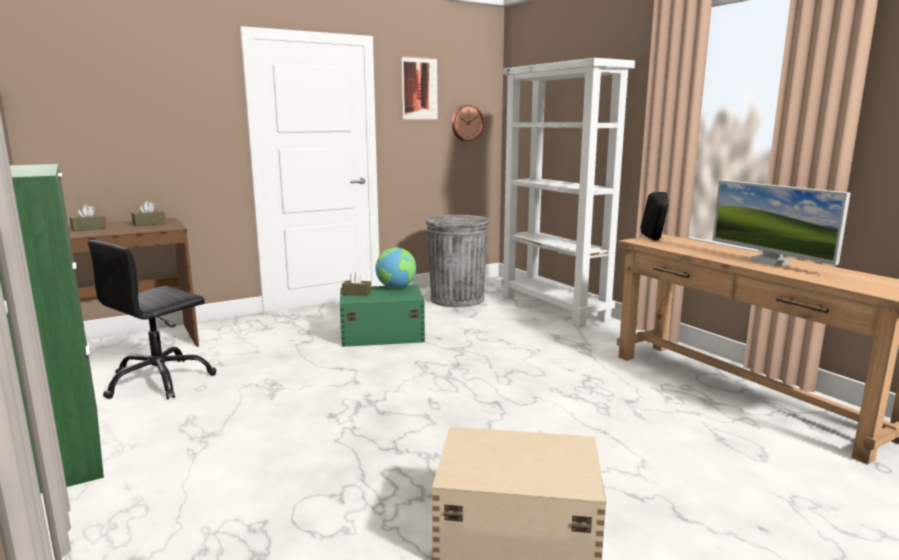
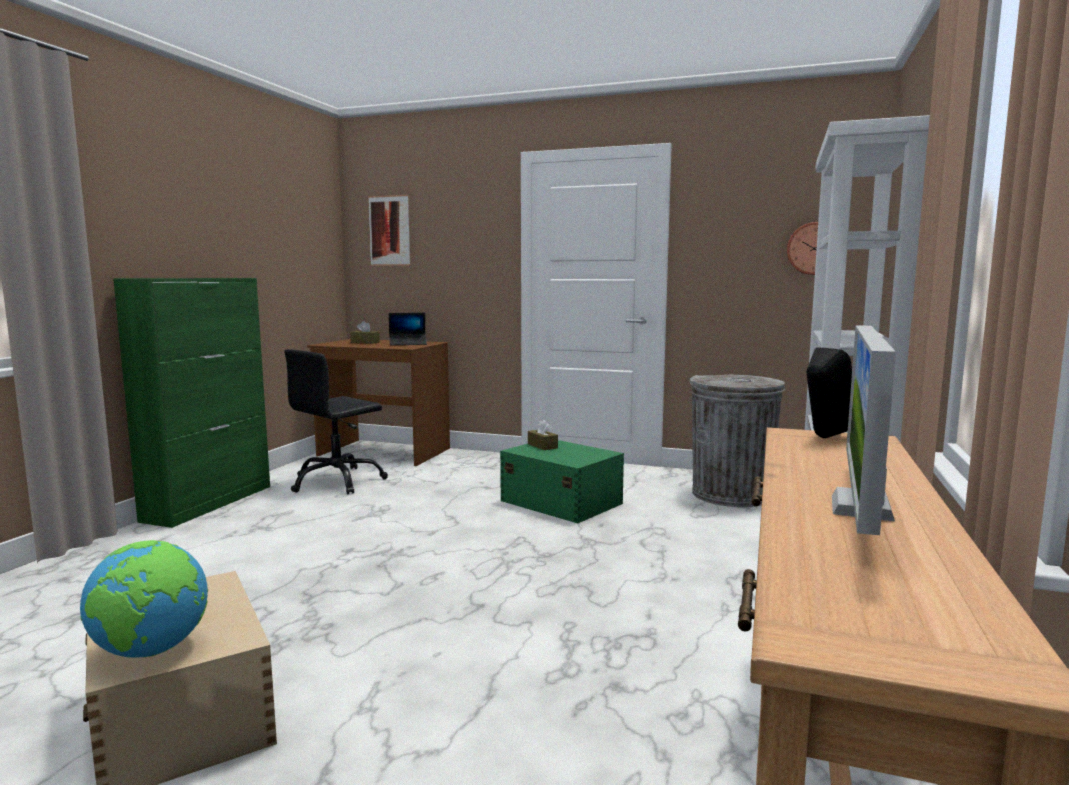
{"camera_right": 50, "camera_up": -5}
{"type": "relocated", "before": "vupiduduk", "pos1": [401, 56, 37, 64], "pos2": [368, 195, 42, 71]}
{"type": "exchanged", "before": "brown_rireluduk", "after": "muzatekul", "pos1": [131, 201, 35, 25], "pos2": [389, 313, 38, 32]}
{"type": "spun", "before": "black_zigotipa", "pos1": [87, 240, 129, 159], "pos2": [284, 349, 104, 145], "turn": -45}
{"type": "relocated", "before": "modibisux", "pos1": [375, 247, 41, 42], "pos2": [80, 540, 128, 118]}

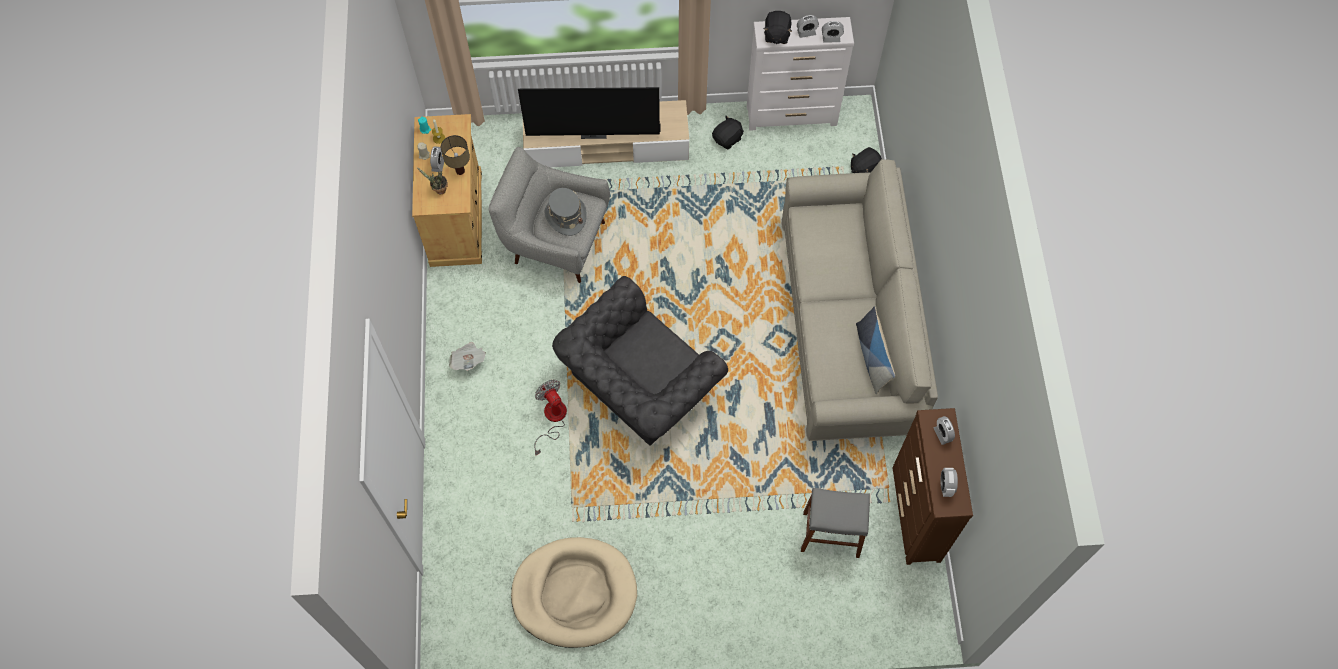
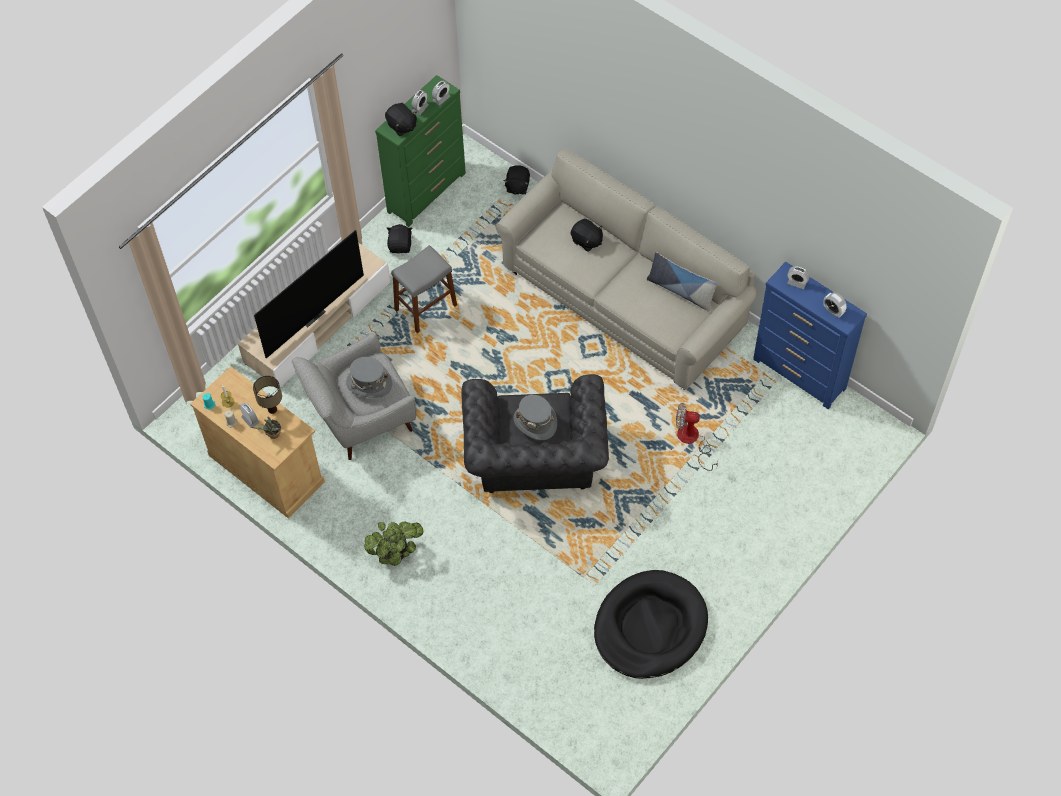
{"camera_right": -45, "camera_up": -5}
{"type": "colour", "before": "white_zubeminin", "after": "green_zubeminin", "pos1": [747, 17, 107, 114], "pos2": [375, 75, 91, 152]}
{"type": "exchanged", "before": "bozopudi", "after": "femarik", "pos1": [449, 342, 37, 29], "pos2": [364, 521, 59, 45]}
{"type": "relocated", "before": "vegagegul", "pos1": [535, 380, 32, 75], "pos2": [676, 403, 42, 68]}
{"type": "colour", "before": "brown_zubeminin", "after": "blue_zubeminin", "pos1": [892, 408, 81, 157], "pos2": [753, 262, 114, 147]}
{"type": "relocated", "before": "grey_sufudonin", "pos1": [801, 488, 69, 70], "pos2": [391, 245, 66, 88]}
{"type": "colour", "before": "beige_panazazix", "after": "black_panazazix", "pos1": [511, 537, 126, 111], "pos2": [594, 570, 114, 109]}
{"type": "appeared", "after": "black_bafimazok", "pos2": [571, 219, 32, 33]}
{"type": "appeared", "after": "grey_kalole", "pos2": [514, 395, 43, 45]}

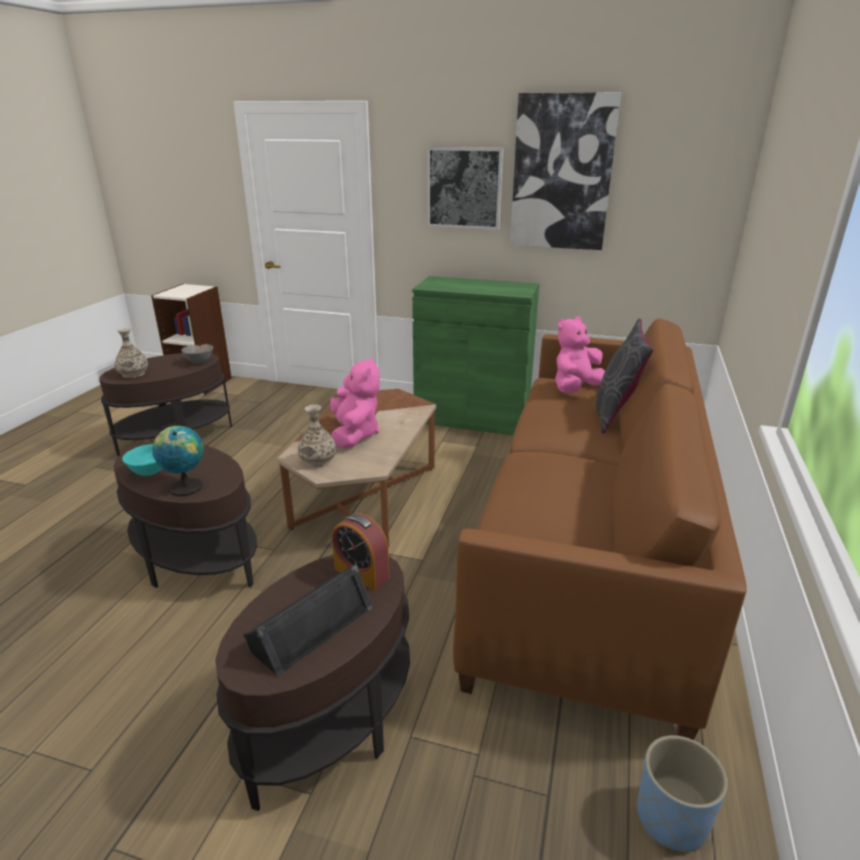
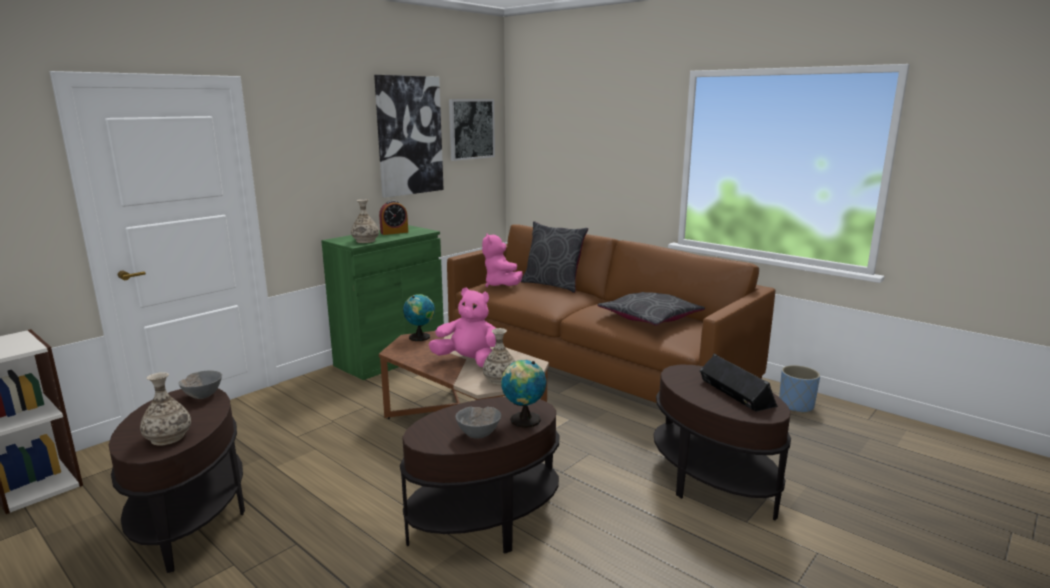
{"camera_right": -65, "camera_up": -10}
{"type": "relocated", "before": "vupiduduk", "pos1": [427, 147, 76, 83], "pos2": [449, 99, 46, 62]}
{"type": "colour", "before": "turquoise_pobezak", "after": "grey_pobezak", "pos1": [122, 444, 40, 32], "pos2": [456, 407, 45, 32]}
{"type": "relocated", "before": "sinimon", "pos1": [332, 513, 57, 77], "pos2": [379, 200, 29, 35]}
{"type": "appeared", "after": "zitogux", "pos2": [351, 199, 28, 44]}
{"type": "appeared", "after": "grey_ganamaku", "pos2": [597, 292, 108, 33]}
{"type": "appeared", "after": "modibisux", "pos2": [403, 294, 32, 47]}

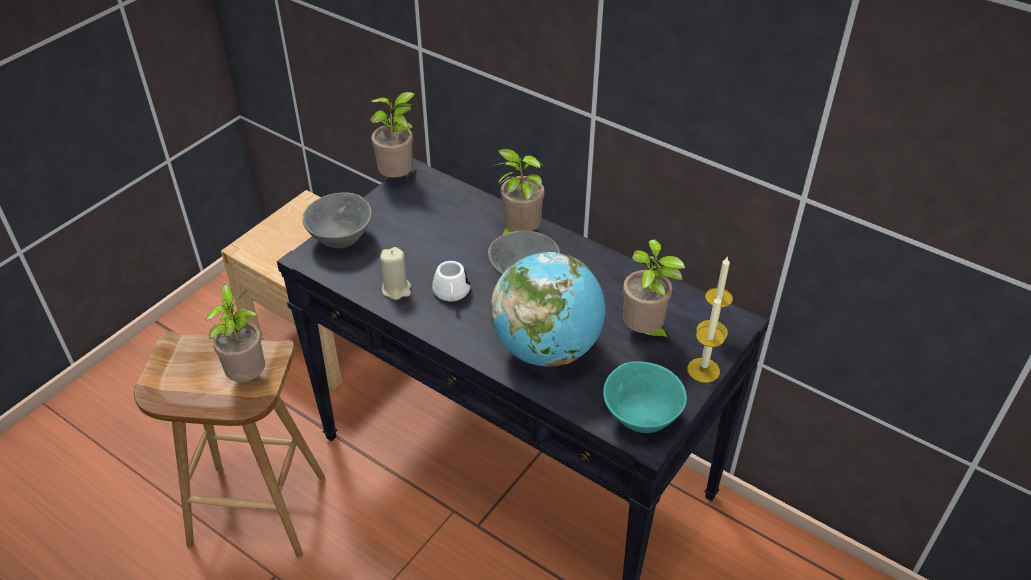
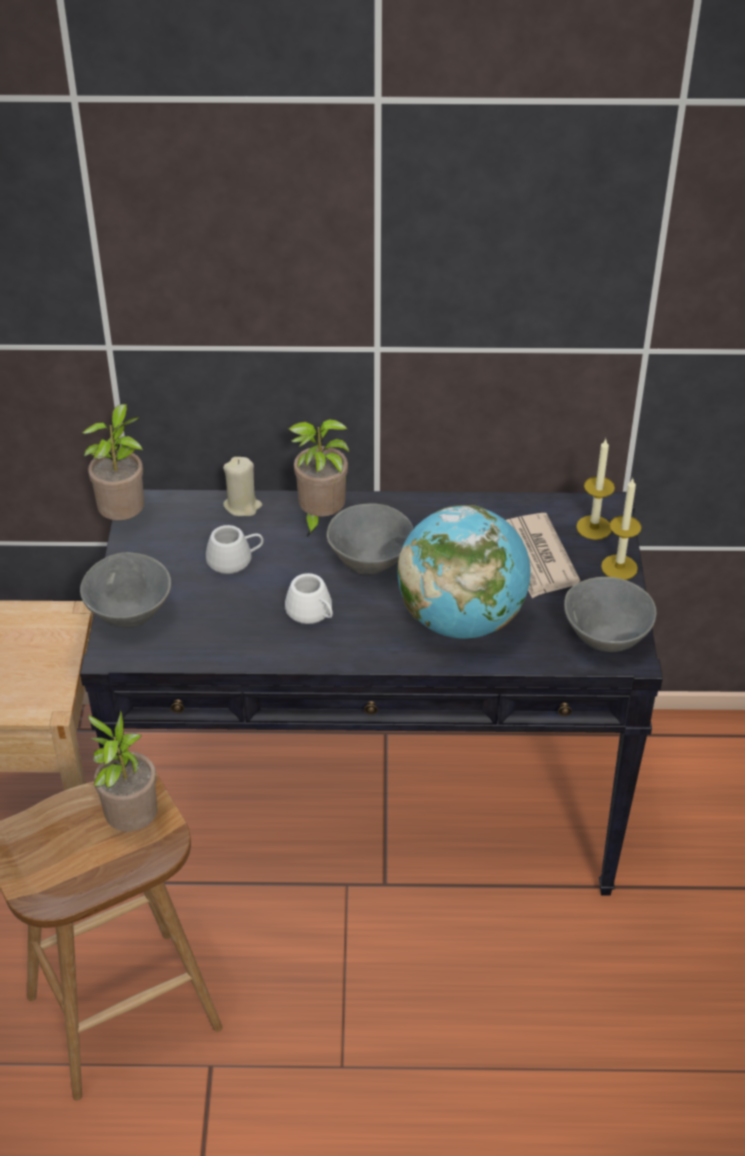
{"camera_right": -35, "camera_up": 0}
{"type": "exchanged", "before": "femarik", "after": "bozopudi", "pos1": [623, 239, 62, 103], "pos2": [506, 513, 74, 85]}
{"type": "relocated", "before": "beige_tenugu", "pos1": [380, 247, 31, 53], "pos2": [223, 457, 39, 59]}
{"type": "colour", "before": "turquoise_pobezak", "after": "grey_pobezak", "pos1": [603, 361, 84, 72], "pos2": [564, 577, 92, 75]}
{"type": "appeared", "after": "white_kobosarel", "pos2": [206, 525, 58, 49]}

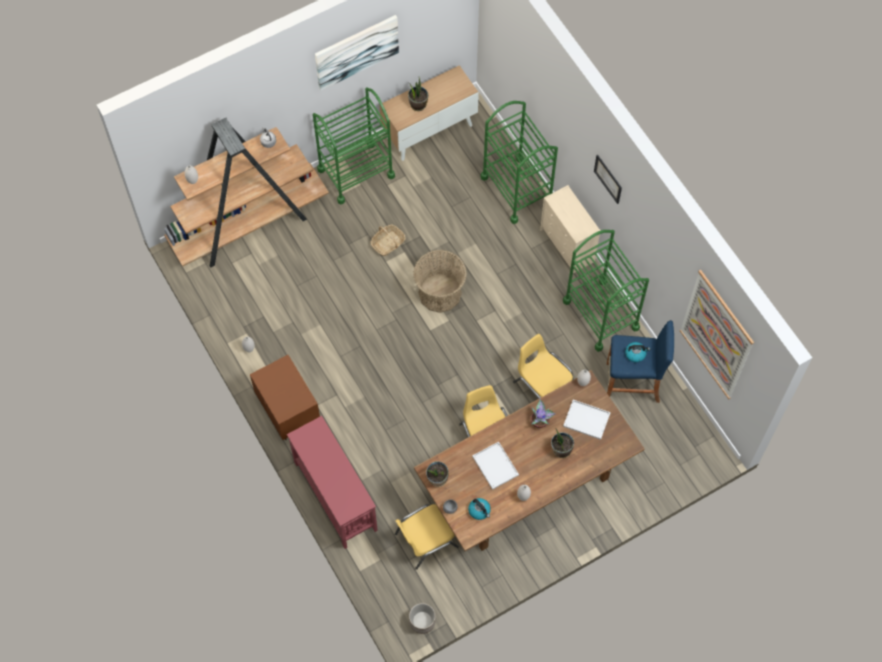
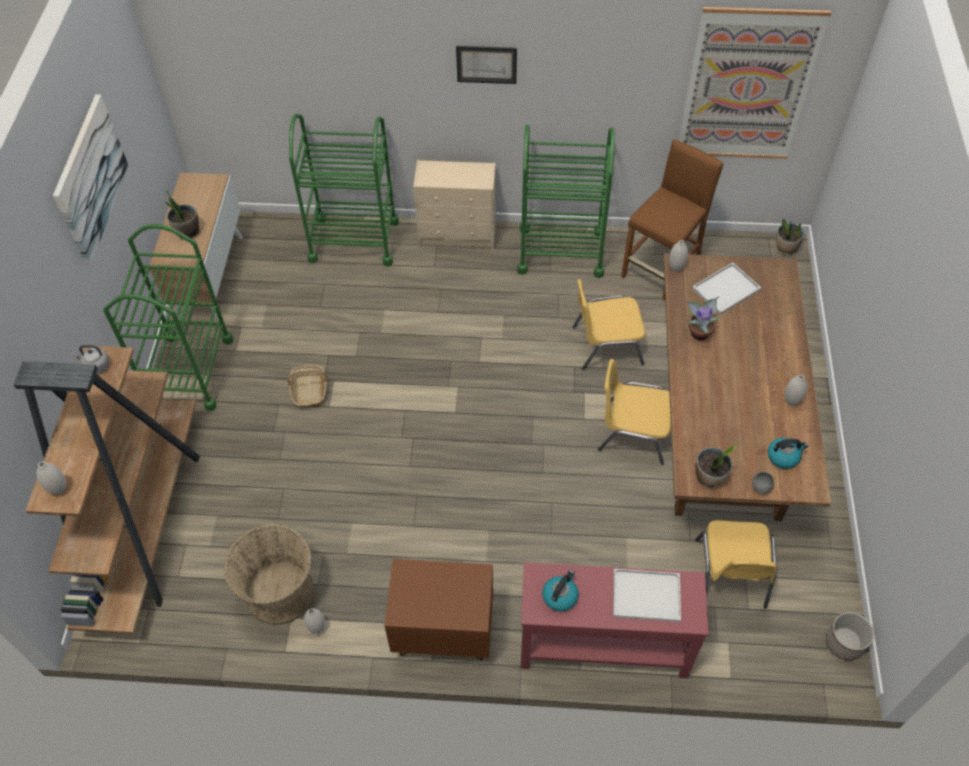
{"camera_right": -55, "camera_up": -10}
{"type": "relocated", "before": "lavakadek", "pos1": [413, 250, 54, 63], "pos2": [224, 524, 90, 101]}
{"type": "colour", "before": "blue_sufudonin", "after": "brown_sufudonin", "pos1": [607, 320, 67, 83], "pos2": [621, 139, 102, 162]}
{"type": "relocated", "before": "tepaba", "pos1": [625, 342, 25, 20], "pos2": [542, 570, 37, 42]}
{"type": "relocated", "before": "femarik", "pos1": [551, 428, 23, 30], "pos2": [776, 219, 28, 36]}
{"type": "relocated", "before": "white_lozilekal", "pos1": [472, 442, 47, 48], "pos2": [613, 569, 68, 53]}

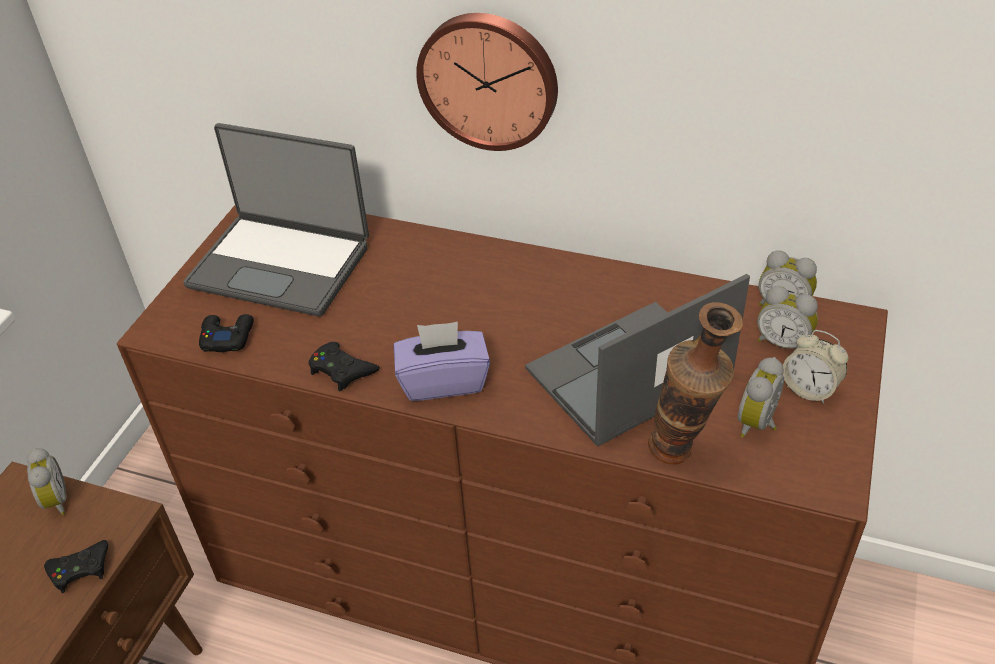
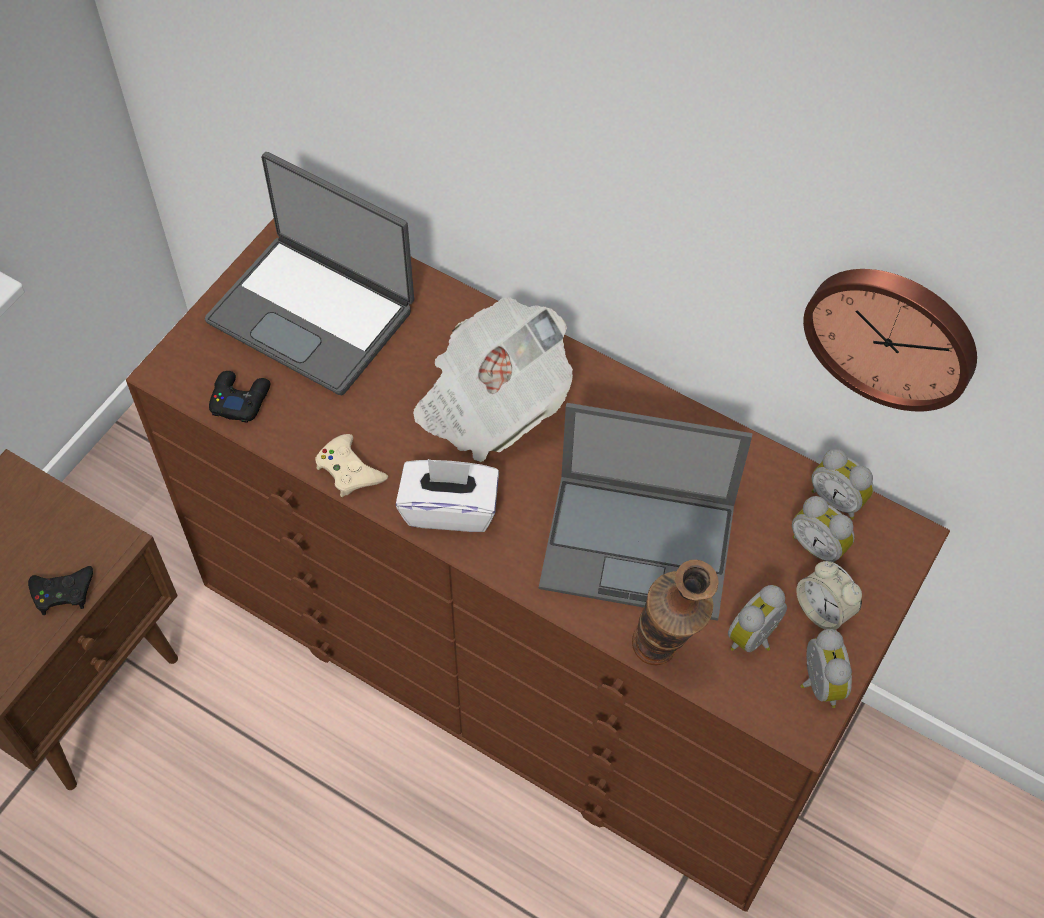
{"camera_right": 10, "camera_up": 15}
{"type": "relocated", "before": "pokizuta", "pos1": [416, 13, 142, 138], "pos2": [803, 269, 174, 143]}
{"type": "spun", "before": "muzatekul", "pos1": [525, 274, 225, 173], "pos2": [539, 403, 213, 218], "turn": -150}
{"type": "colour", "before": "purple_rireluduk", "after": "white_rireluduk", "pos1": [394, 322, 96, 79], "pos2": [396, 459, 103, 73]}
{"type": "colour", "before": "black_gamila", "after": "beige_gamila", "pos1": [308, 342, 72, 49], "pos2": [315, 434, 73, 63]}
{"type": "relocated", "before": "sinimon", "pos1": [27, 448, 40, 67], "pos2": [800, 629, 52, 79]}
{"type": "appeared", "after": "bozopudi", "pos2": [413, 297, 160, 165]}

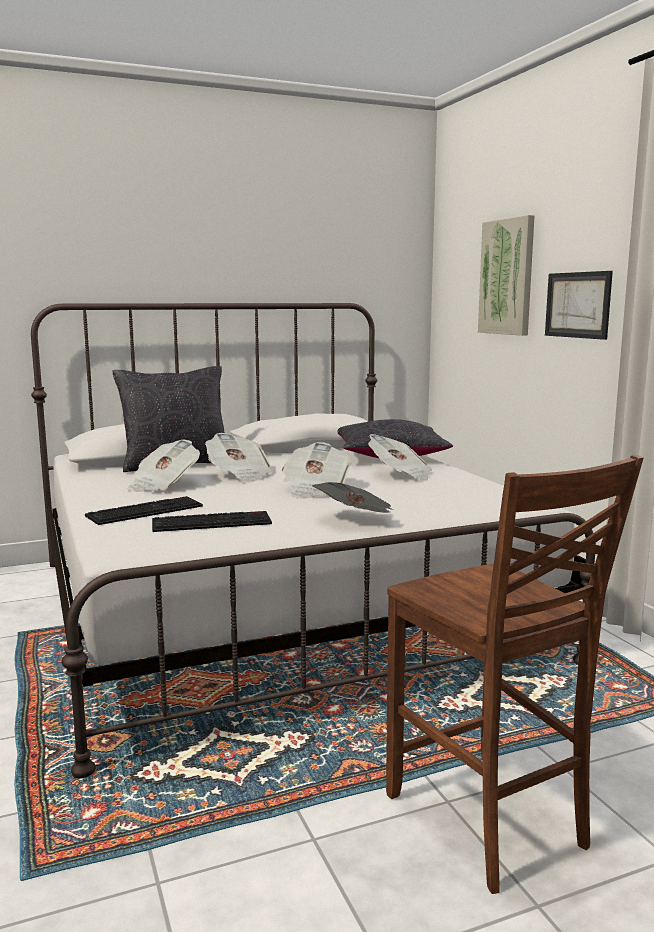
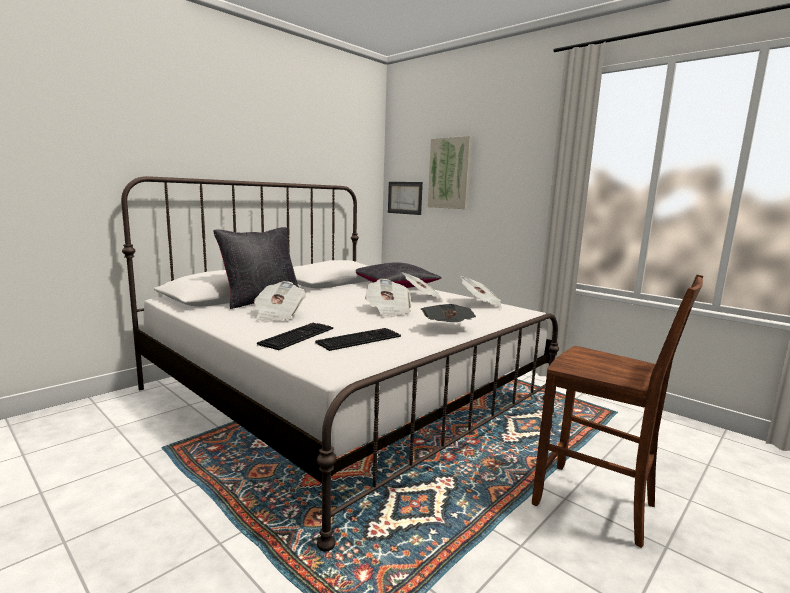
{"camera_right": -25, "camera_up": 0}
{"type": "relocated", "before": "vupiduduk", "pos1": [545, 271, 68, 69], "pos2": [388, 182, 35, 33]}
{"type": "relocated", "before": "bozopudi", "pos1": [205, 433, 68, 50], "pos2": [461, 276, 41, 32]}

